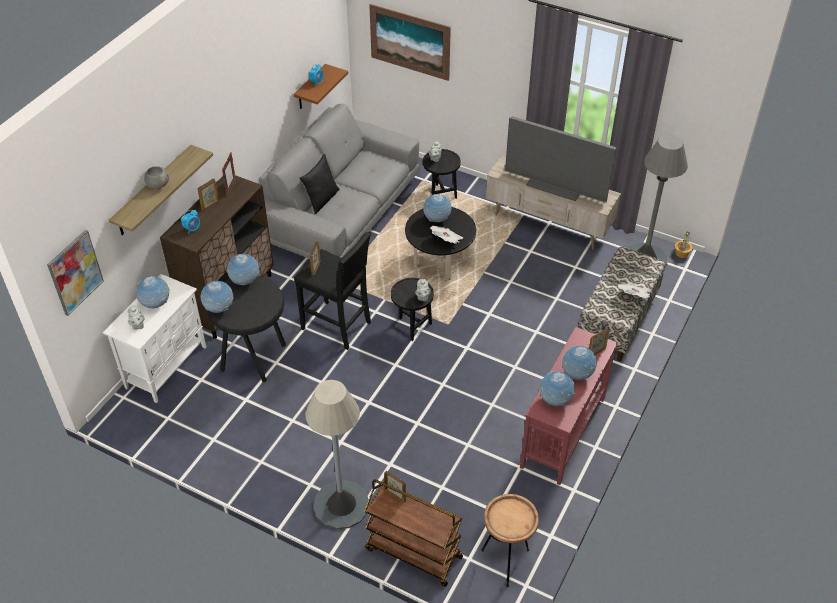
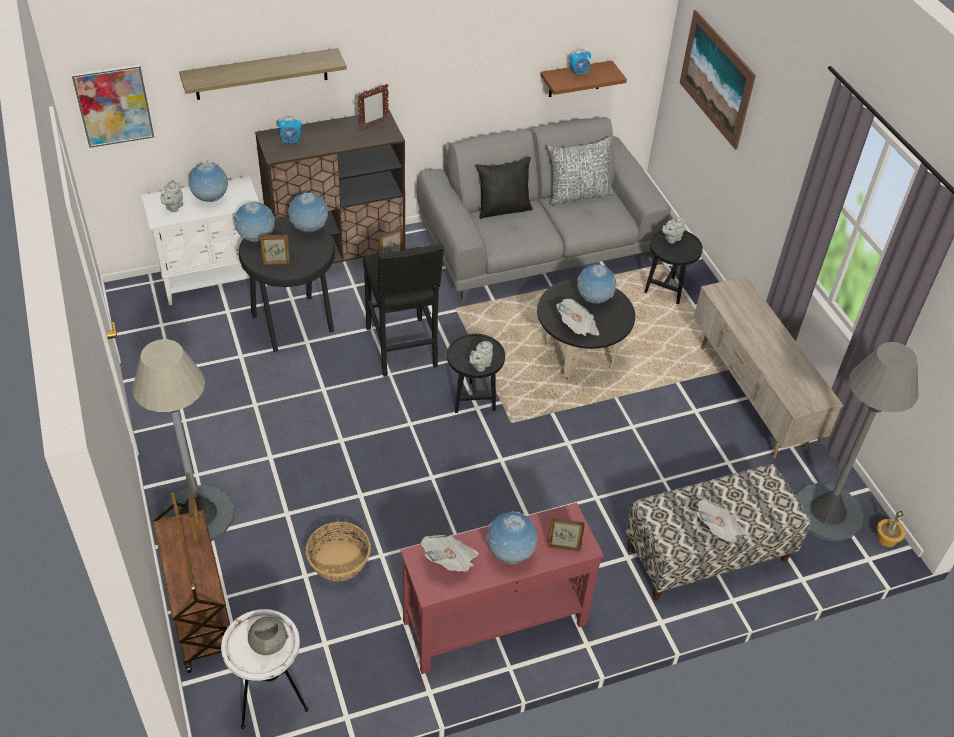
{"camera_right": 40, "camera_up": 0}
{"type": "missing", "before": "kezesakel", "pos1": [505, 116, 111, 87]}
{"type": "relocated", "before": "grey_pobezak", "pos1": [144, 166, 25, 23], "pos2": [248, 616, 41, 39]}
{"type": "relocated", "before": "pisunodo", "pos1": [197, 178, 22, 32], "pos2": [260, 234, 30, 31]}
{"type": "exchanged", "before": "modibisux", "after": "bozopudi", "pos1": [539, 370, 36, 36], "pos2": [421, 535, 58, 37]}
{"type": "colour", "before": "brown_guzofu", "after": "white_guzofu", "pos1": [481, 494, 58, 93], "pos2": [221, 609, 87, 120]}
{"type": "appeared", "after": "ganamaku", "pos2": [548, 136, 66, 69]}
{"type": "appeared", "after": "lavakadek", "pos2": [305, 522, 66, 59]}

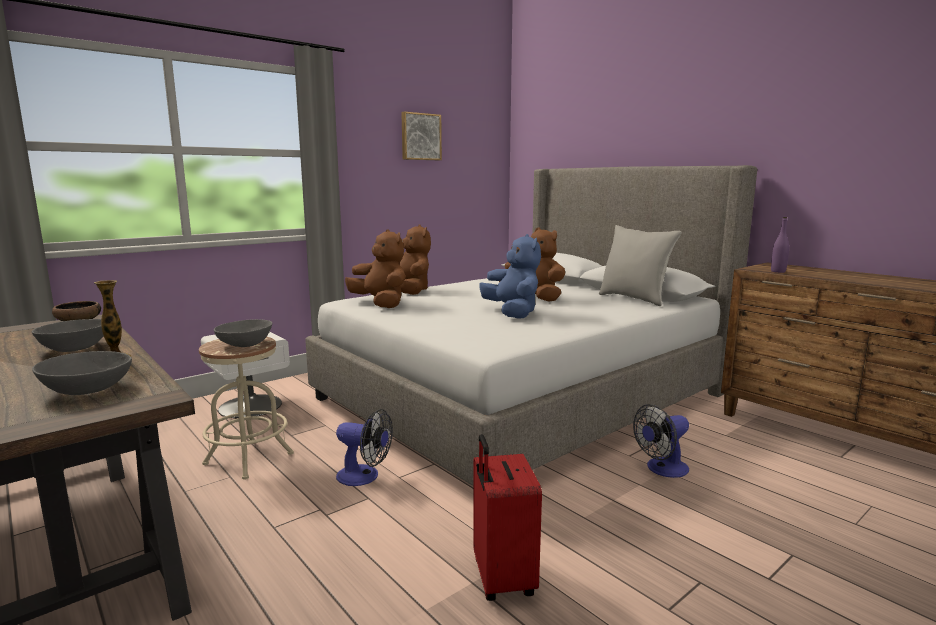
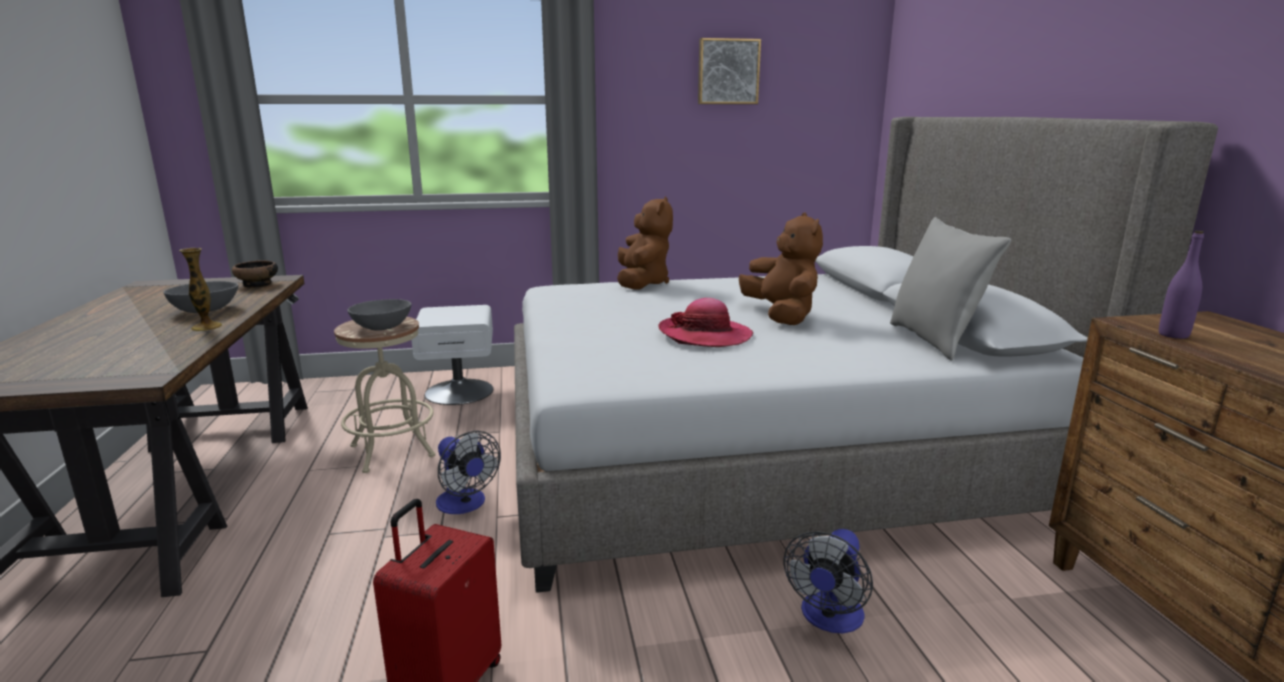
{"camera_right": 30, "camera_up": 5}
{"type": "missing", "before": "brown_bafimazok", "pos1": [345, 229, 60, 79]}
{"type": "exchanged", "before": "blue_bafimazok", "after": "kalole", "pos1": [479, 234, 62, 85], "pos2": [659, 298, 95, 49]}
{"type": "missing", "before": "grey_pobezak", "pos1": [32, 351, 100, 44]}
{"type": "spun", "before": "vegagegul", "pos1": [633, 404, 56, 74], "pos2": [784, 529, 89, 104], "turn": -60}

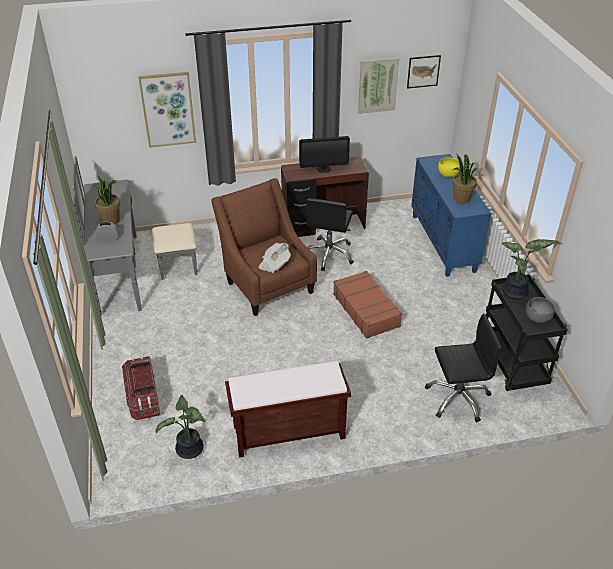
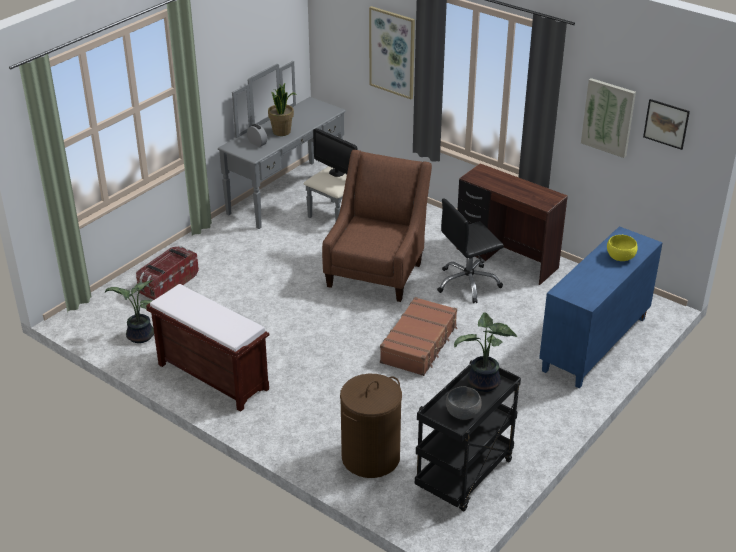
{"camera_right": 50, "camera_up": -5}
{"type": "relocated", "before": "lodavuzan", "pos1": [299, 136, 51, 37], "pos2": [313, 128, 44, 49]}
{"type": "missing", "before": "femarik", "pos1": [452, 153, 25, 51]}
{"type": "missing", "before": "bozopudi", "pos1": [259, 243, 32, 30]}
{"type": "exchanged", "before": "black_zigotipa", "after": "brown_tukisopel", "pos1": [425, 313, 77, 109], "pos2": [340, 374, 62, 104]}

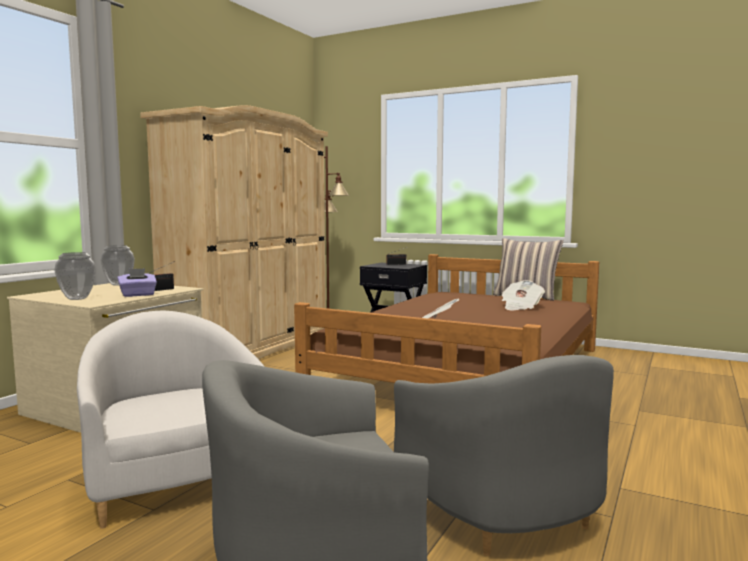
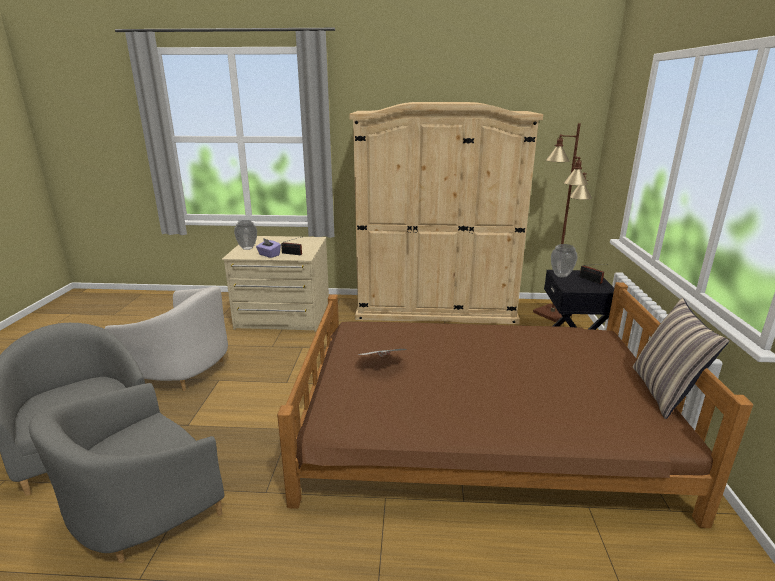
{"camera_right": 65, "camera_up": 15}
{"type": "relocated", "before": "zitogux", "pos1": [100, 245, 35, 41], "pos2": [551, 244, 27, 34]}
{"type": "missing", "before": "bozopudi", "pos1": [502, 280, 43, 30]}
{"type": "spun", "before": "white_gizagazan", "pos1": [77, 310, 188, 219], "pos2": [105, 287, 123, 104], "turn": 75}

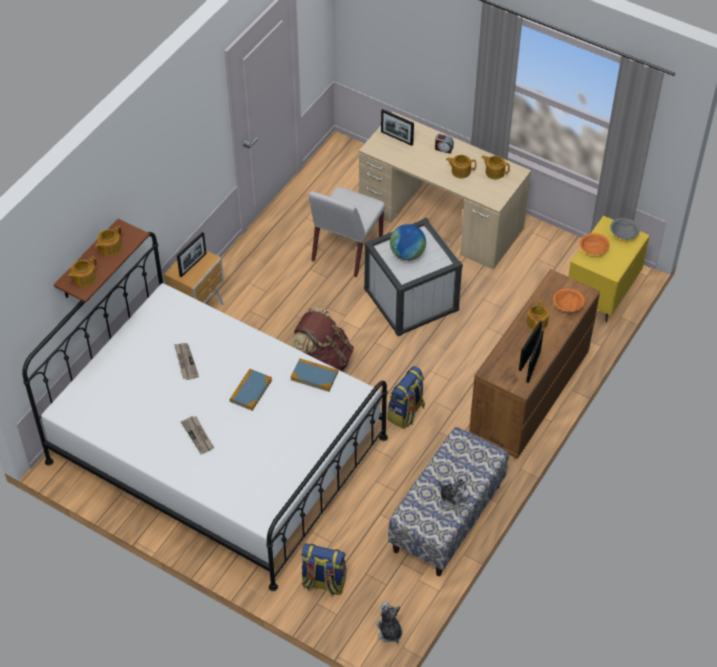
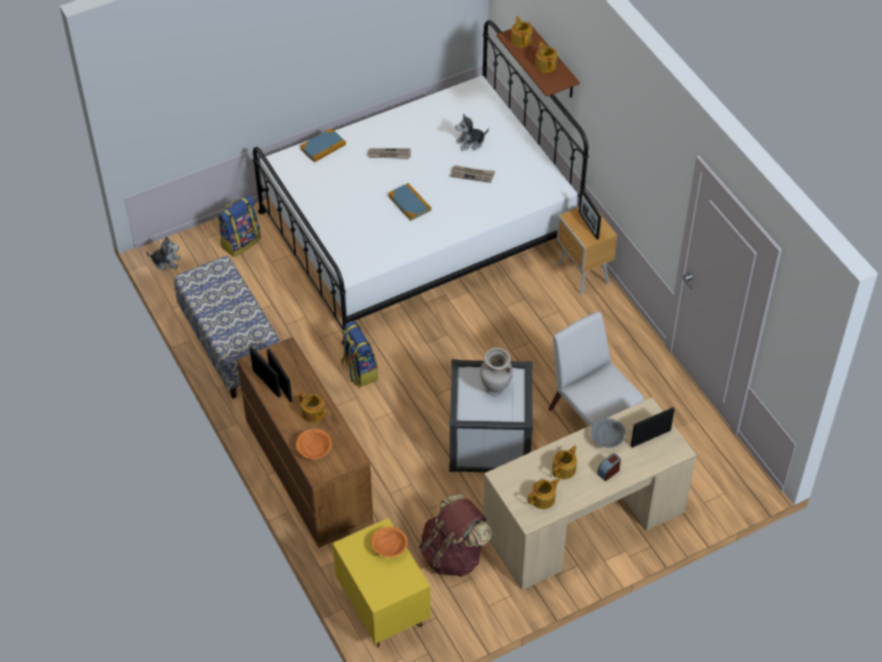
{"camera_right": 120, "camera_up": 0}
{"type": "relocated", "before": "grey_pobezak", "pos1": [610, 218, 30, 22], "pos2": [591, 418, 35, 30]}
{"type": "exchanged", "before": "modibisux", "after": "beige_zitogux", "pos1": [390, 224, 36, 37], "pos2": [480, 348, 33, 48]}
{"type": "relocated", "before": "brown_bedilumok", "pos1": [291, 308, 63, 64], "pos2": [419, 493, 73, 84]}
{"type": "relocated", "before": "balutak", "pos1": [291, 358, 47, 34], "pos2": [300, 128, 46, 35]}
{"type": "relocated", "before": "bafimazok", "pos1": [438, 479, 33, 34], "pos2": [455, 114, 34, 37]}

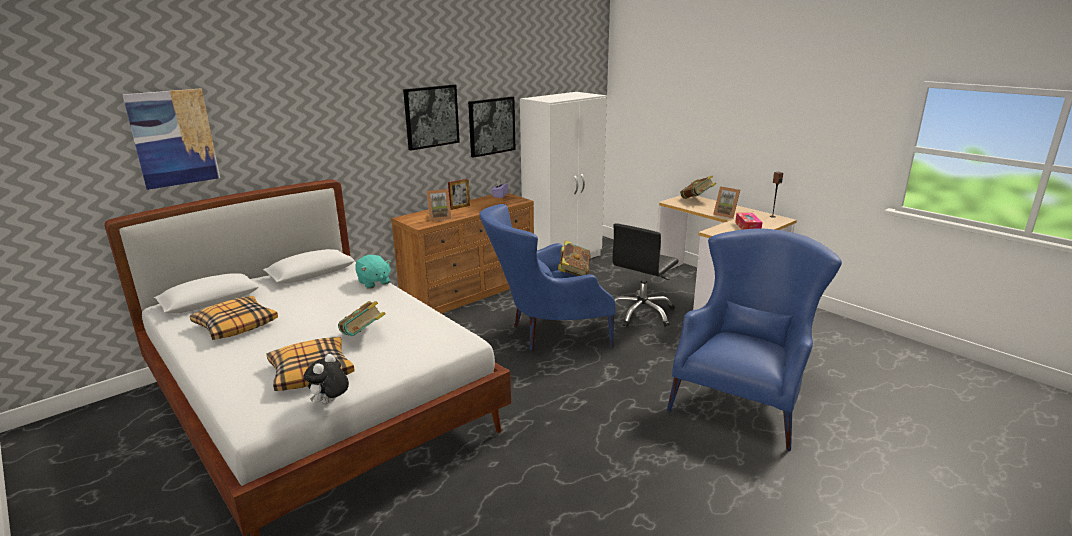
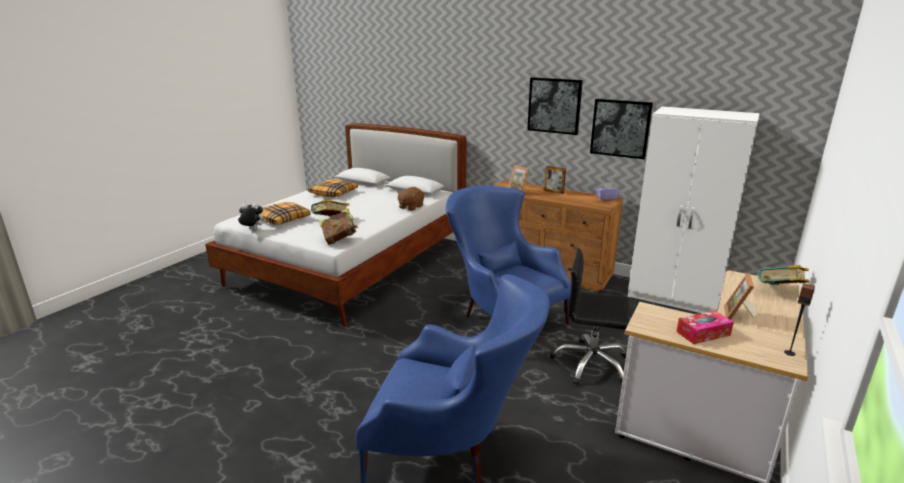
{"camera_right": 70, "camera_up": 0}
{"type": "missing", "before": "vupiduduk", "pos1": [122, 88, 98, 102]}
{"type": "relocated", "before": "balutak", "pos1": [558, 240, 33, 36], "pos2": [319, 208, 39, 37]}
{"type": "colour", "before": "turquoise_bafimazok", "after": "brown_bafimazok", "pos1": [355, 255, 36, 34], "pos2": [397, 187, 27, 24]}

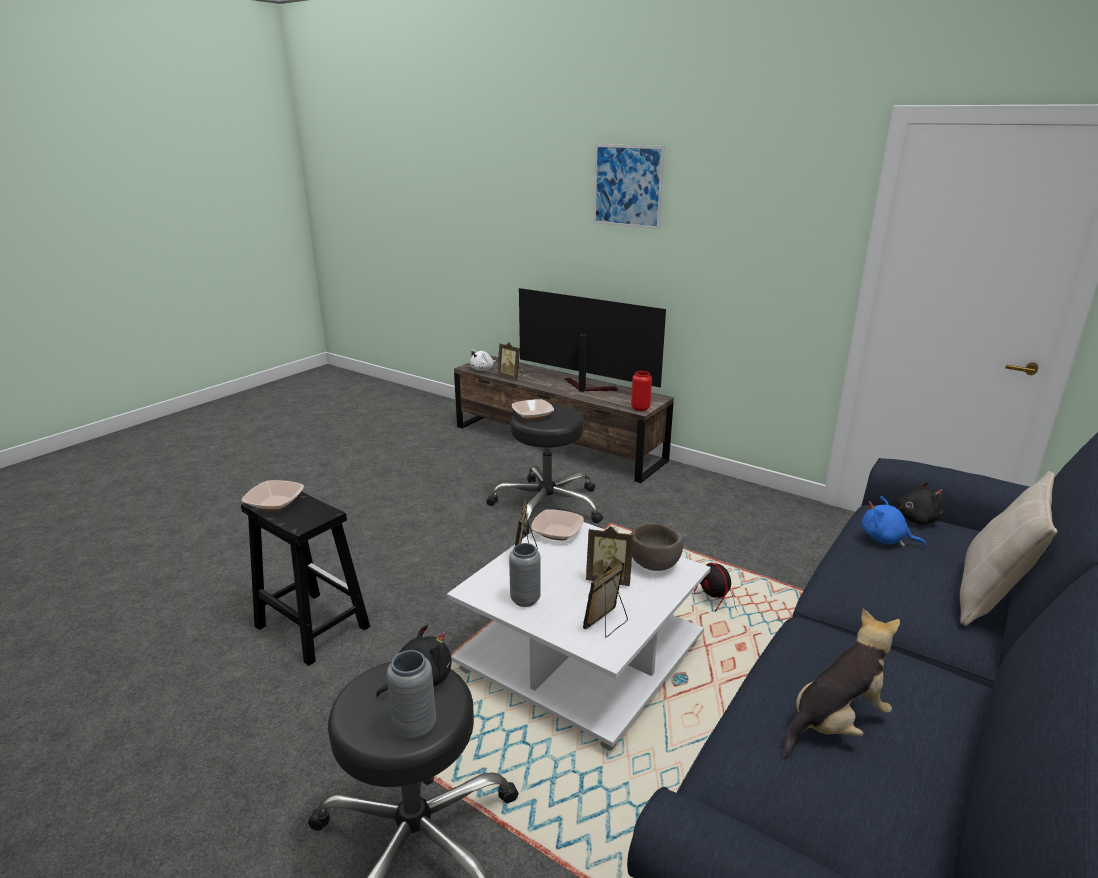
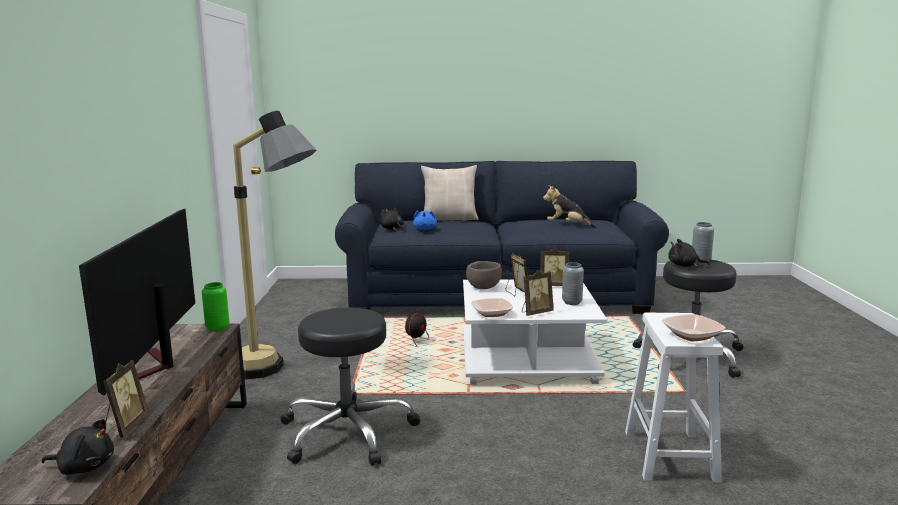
{"camera_right": -125, "camera_up": -10}
{"type": "missing", "before": "vupiduduk", "pos1": [593, 144, 72, 85]}
{"type": "colour", "before": "white_bafimazok", "after": "black_bafimazok", "pos1": [470, 349, 26, 22], "pos2": [42, 419, 72, 56]}
{"type": "colour", "before": "red_zitogux", "after": "green_zitogux", "pos1": [631, 371, 21, 40], "pos2": [202, 282, 27, 50]}
{"type": "missing", "before": "pobezak", "pos1": [512, 399, 42, 21]}
{"type": "colour", "before": "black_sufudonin", "after": "white_sufudonin", "pos1": [241, 491, 129, 175], "pos2": [625, 313, 98, 169]}
{"type": "appeared", "after": "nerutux", "pos2": [233, 111, 83, 268]}

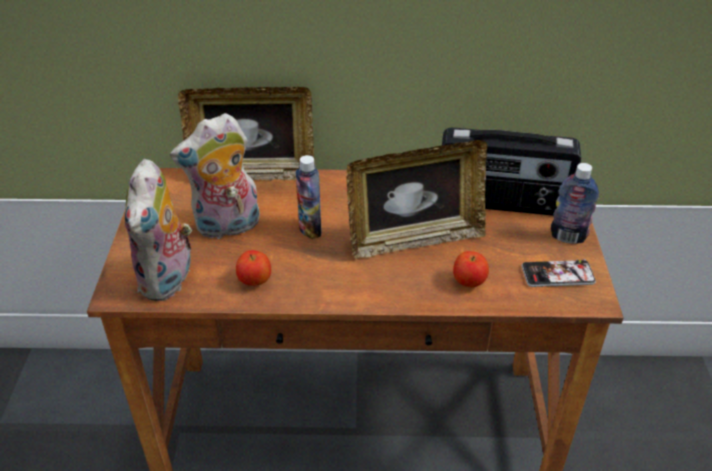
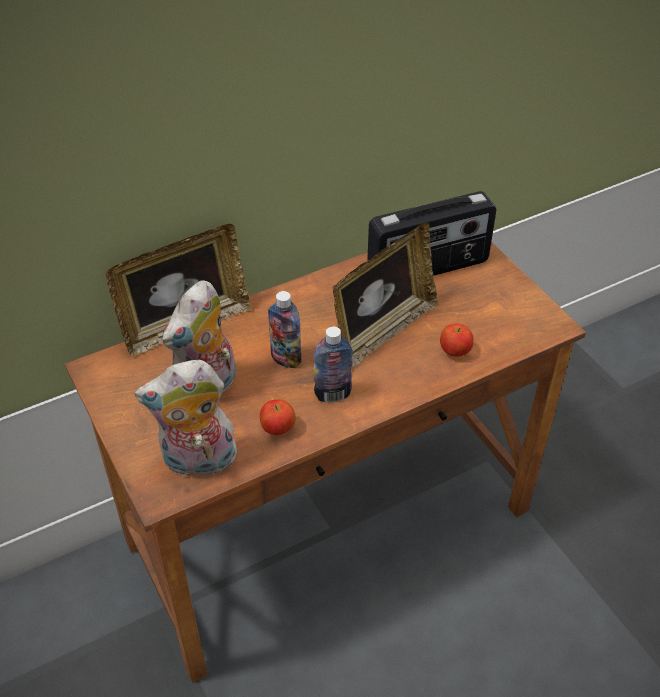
{"camera_right": -30, "camera_up": 5}
{"type": "spun", "before": "bafimazok", "pos1": [125, 159, 70, 142], "pos2": [135, 360, 102, 120], "turn": 105}
{"type": "relocated", "before": "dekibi", "pos1": [551, 163, 48, 81], "pos2": [314, 326, 39, 76]}
{"type": "missing", "before": "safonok", "pos1": [522, 258, 74, 29]}

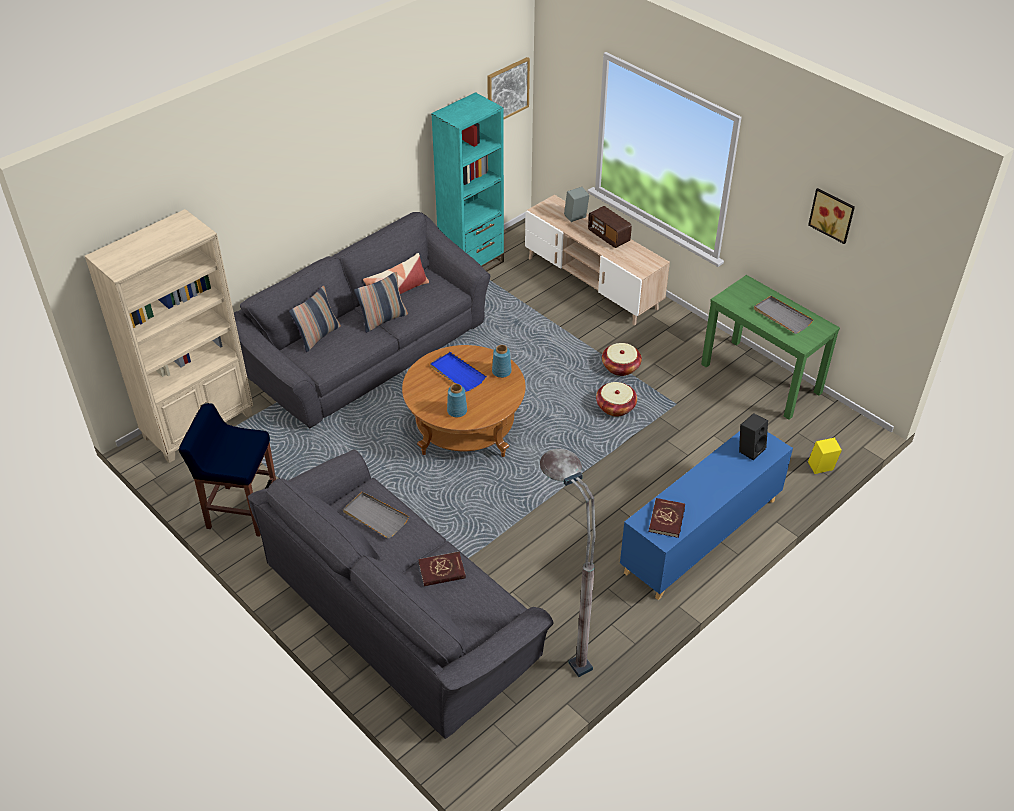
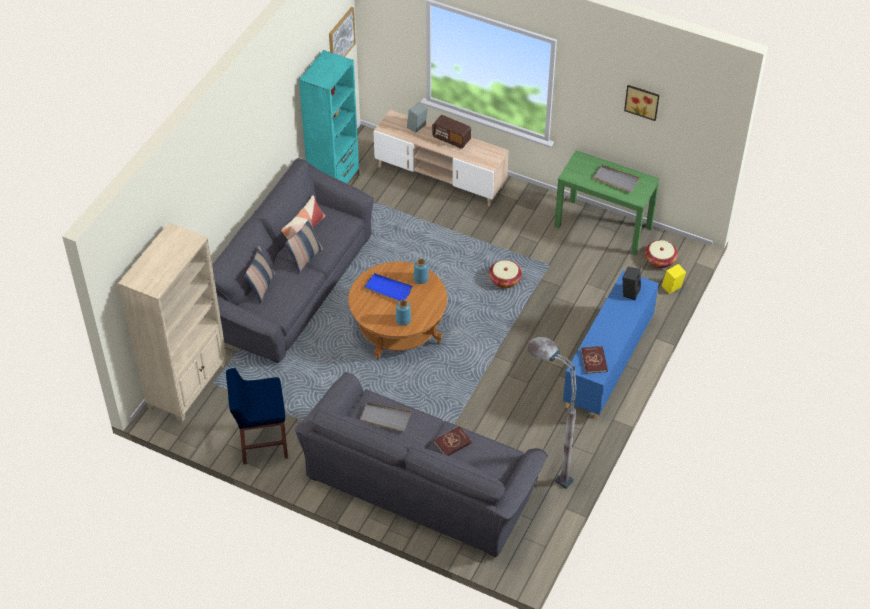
{"camera_right": -20, "camera_up": 5}
{"type": "relocated", "before": "lavakadek", "pos1": [602, 343, 40, 33], "pos2": [645, 240, 33, 28]}

